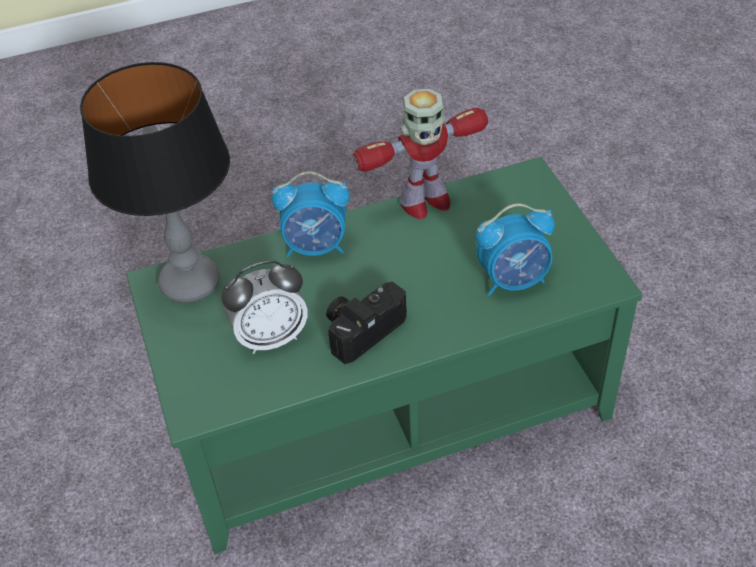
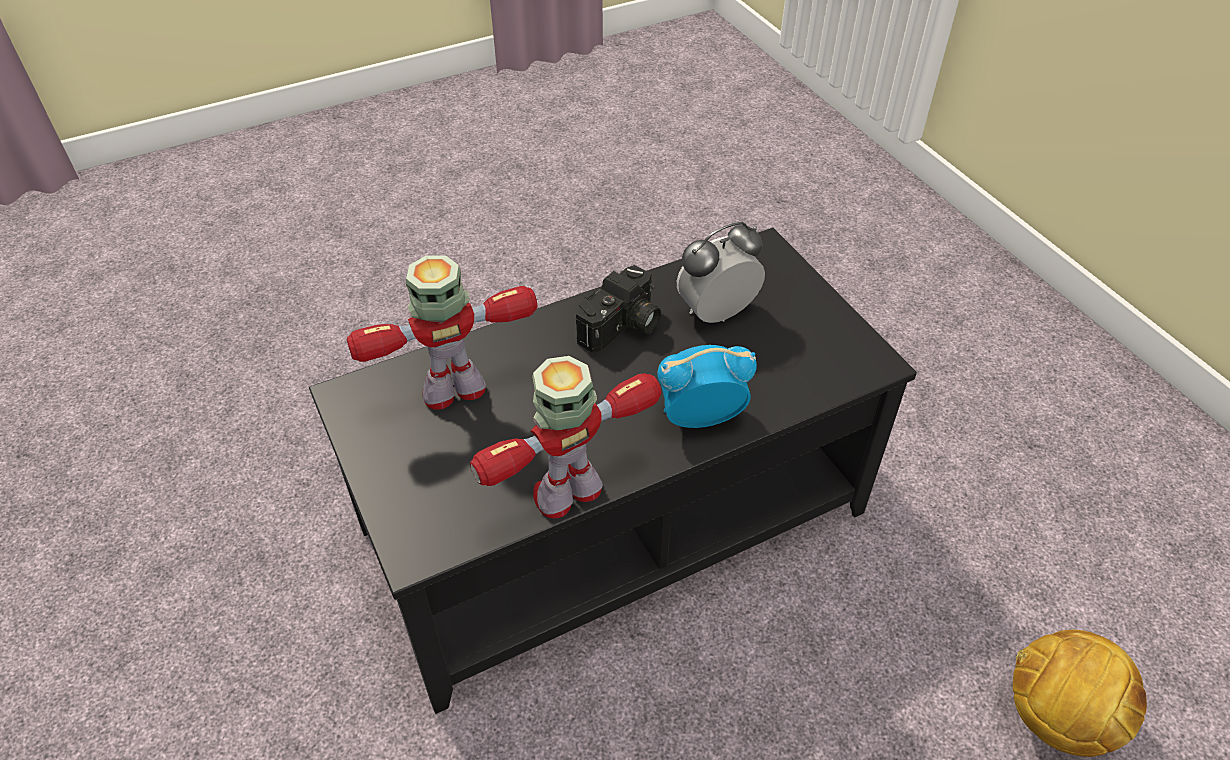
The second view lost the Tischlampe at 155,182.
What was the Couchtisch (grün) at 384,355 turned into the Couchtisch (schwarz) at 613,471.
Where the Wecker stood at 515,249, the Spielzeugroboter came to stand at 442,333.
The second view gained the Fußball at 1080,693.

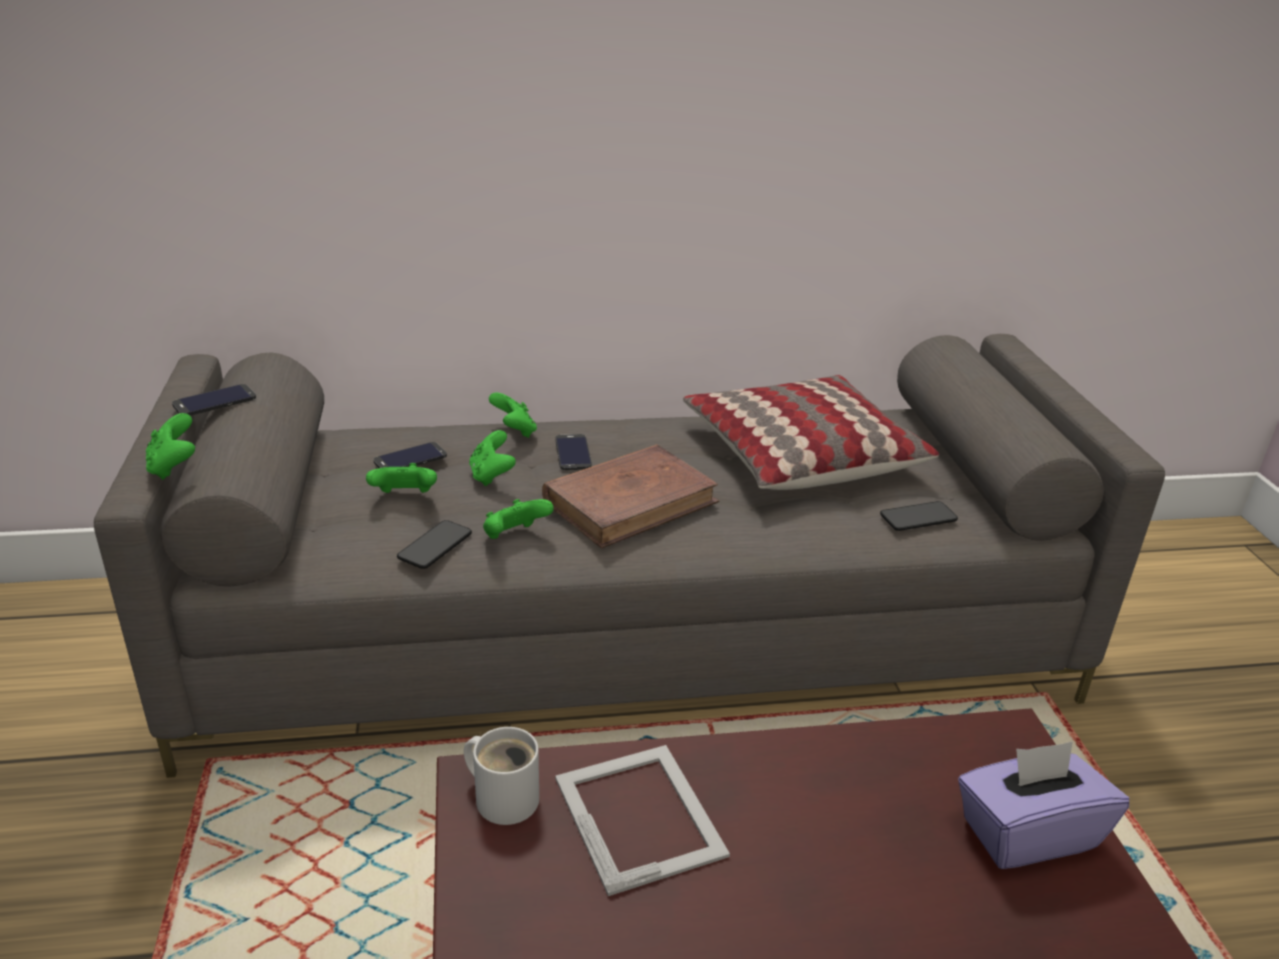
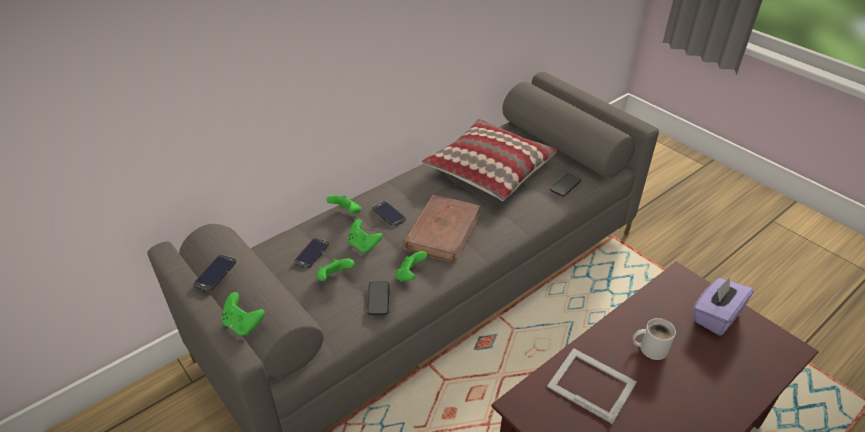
The Henkelbecher (weiß) ended up elsewhere, having gone from 501,776 to 654,339.

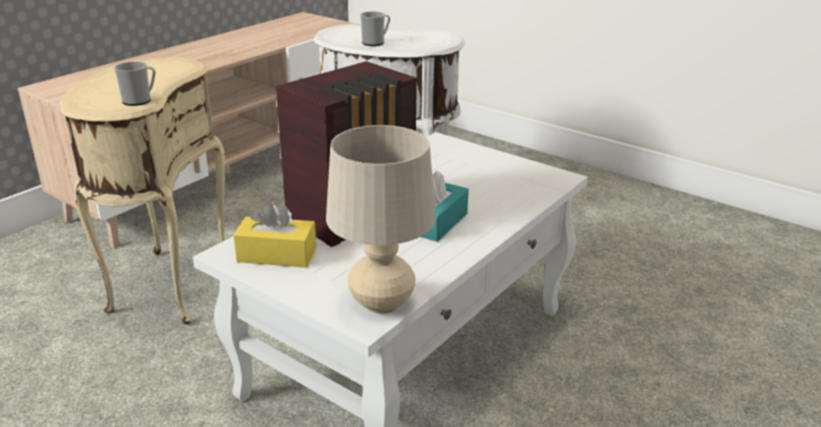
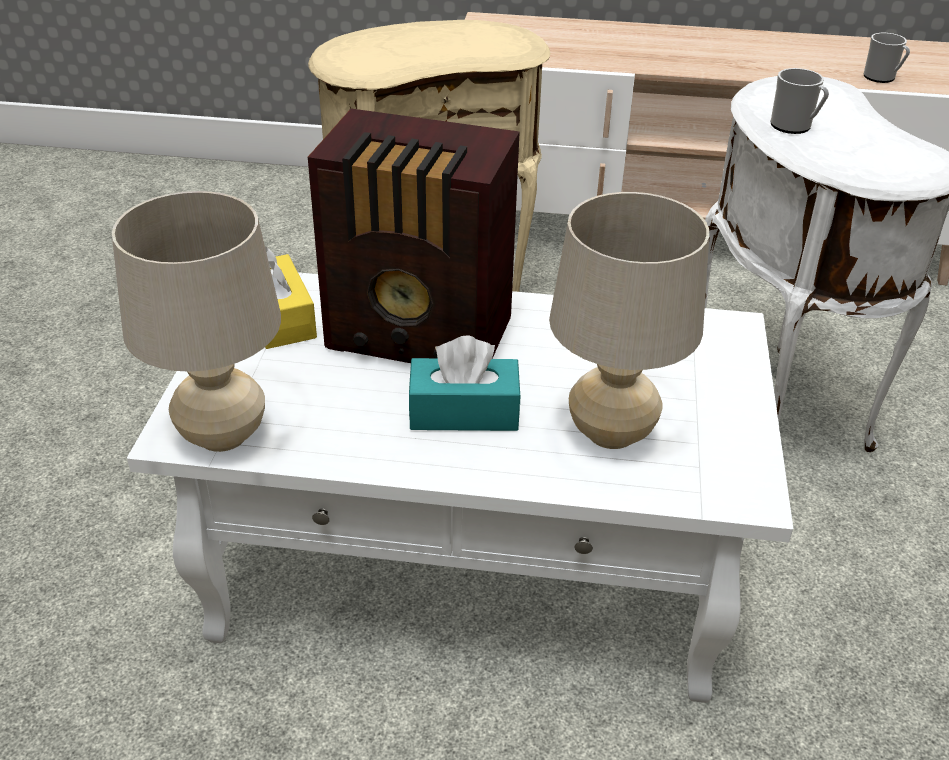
The Henkelbecher ended up elsewhere, having gone from 135,84 to 887,58.
The second view gained the Tischlampe (beige) at 629,320.

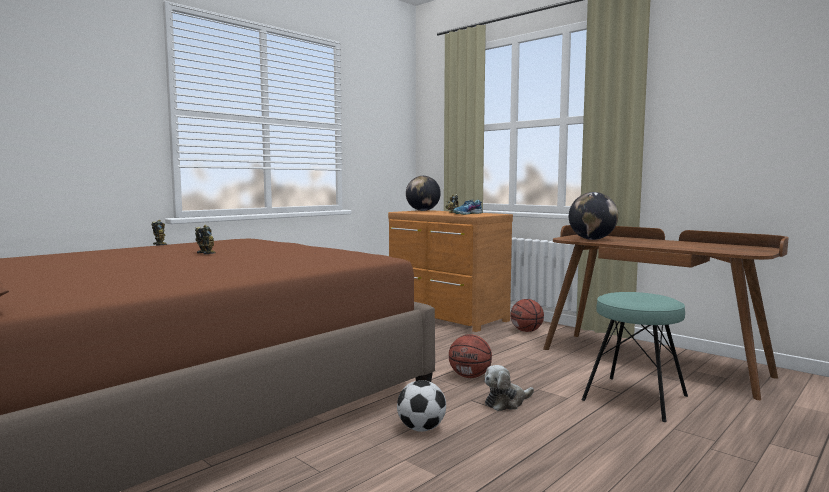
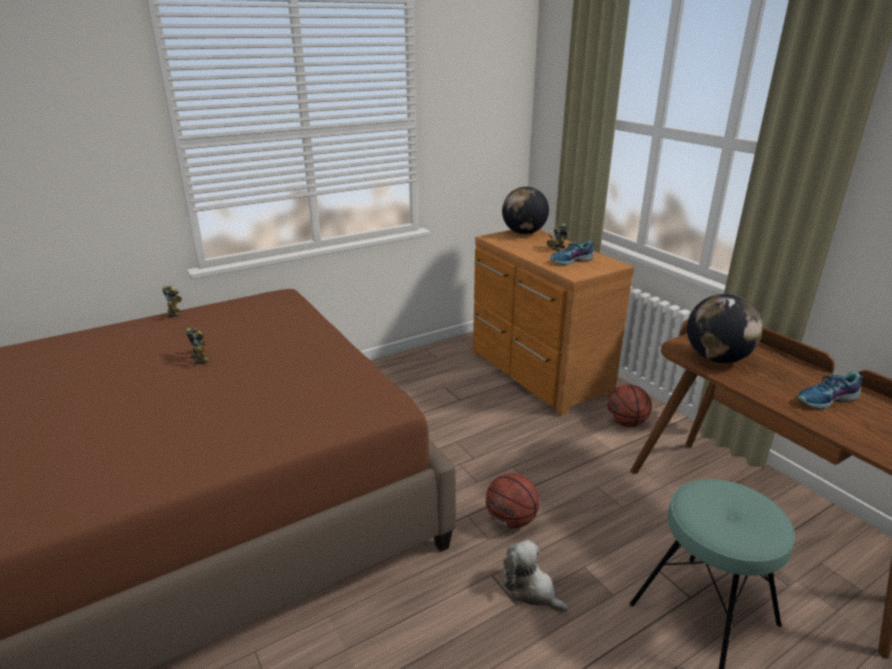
The second view lost the Fußball at 421,406.
The Plüschtier at 509,388 ended up facing another way, 60 degrees clockwise from before.
The second view gained the Schuh at 830,390.

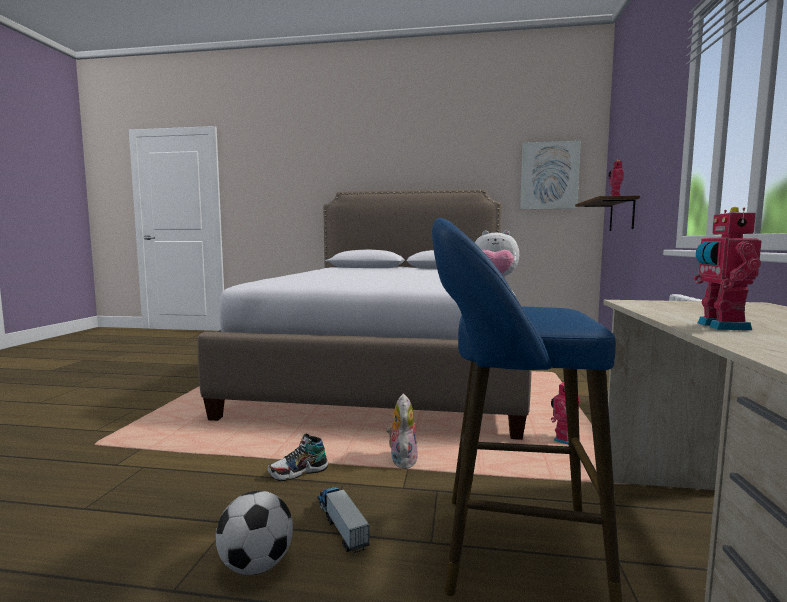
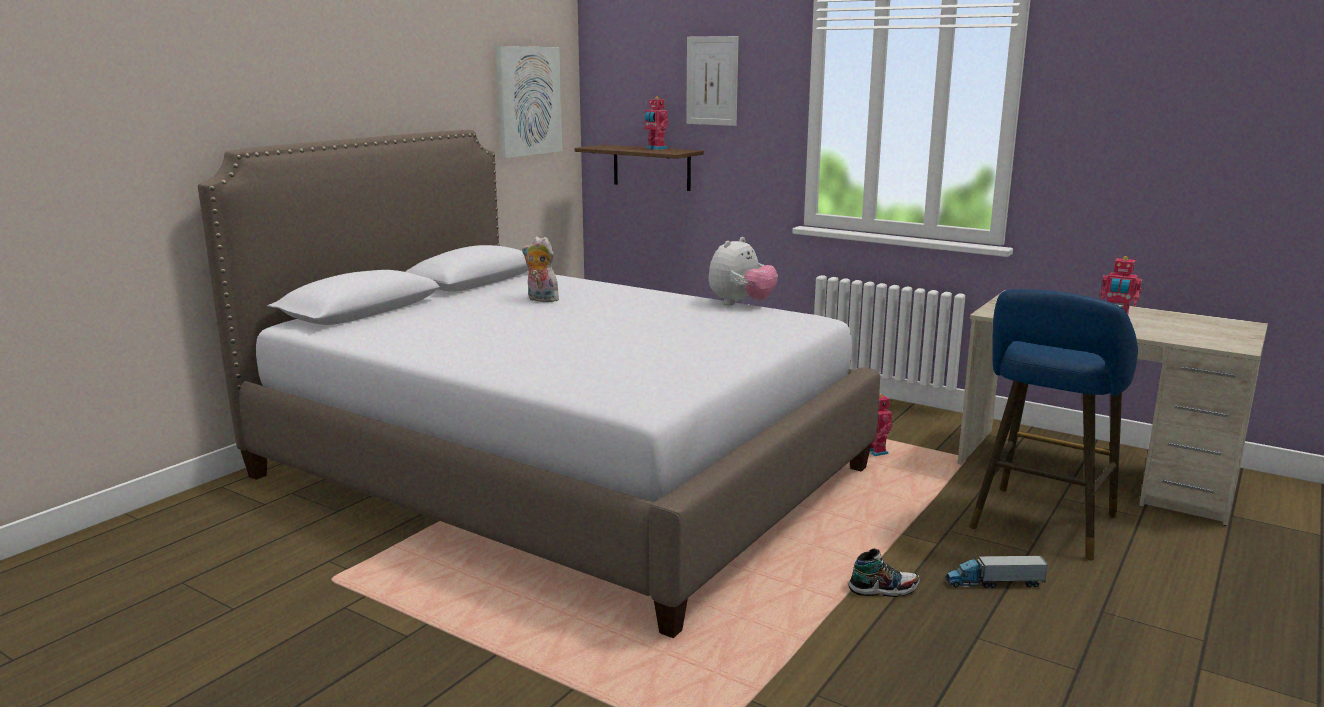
The second view lost the Fußball at 254,533.
The Schuh at 298,457 ended up facing another way, 90 degrees counterclockwise from before.
The Plüschtier ended up elsewhere, having gone from 402,431 to 541,269.
The second view gained the Bild at 712,81.

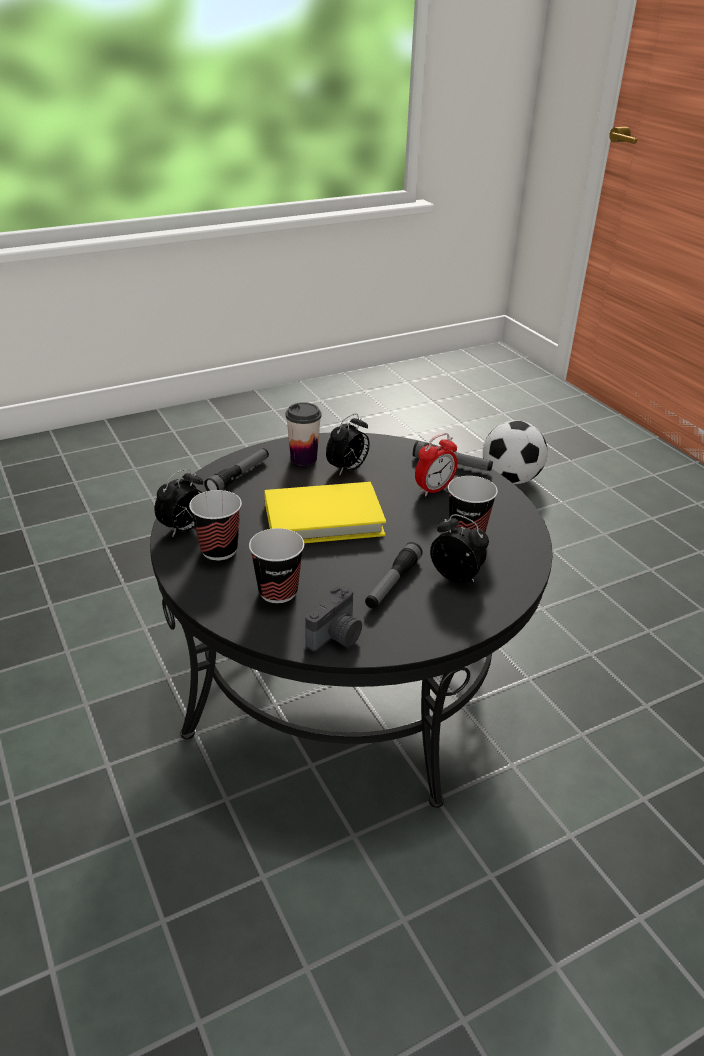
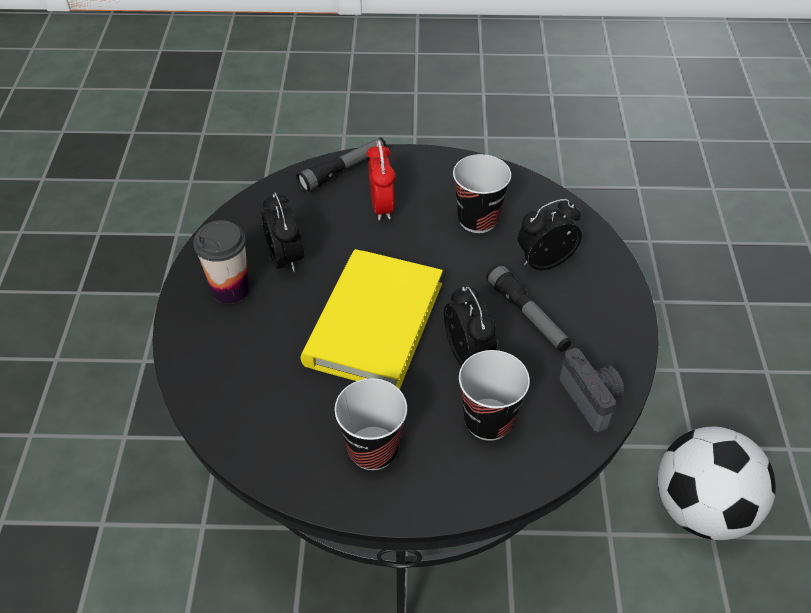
The Wecker ended up elsewhere, having gone from 178,502 to 470,326.
The second view lost the Taschenlampe at 236,469.
The Fußball ended up elsewhere, having gone from 515,452 to 717,483.

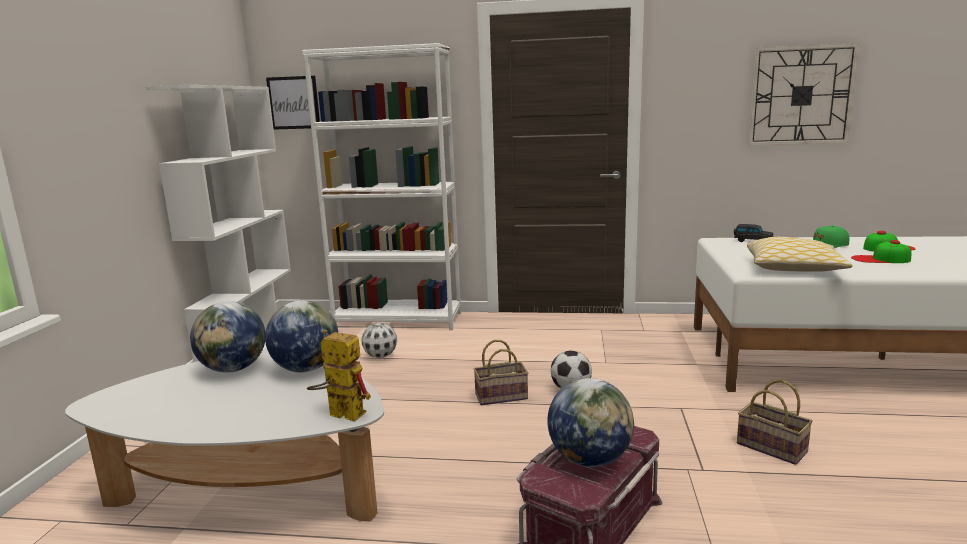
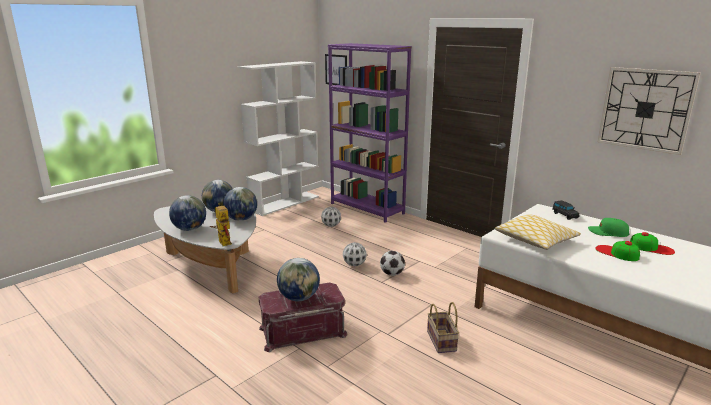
What was the Bücherregal (weiß) at 381,186 turned into the Bücherregal (lila) at 370,133.
Where the Korb stood at 501,372, the Fußball came to stand at 355,254.
The second view gained the Globus at 187,213.

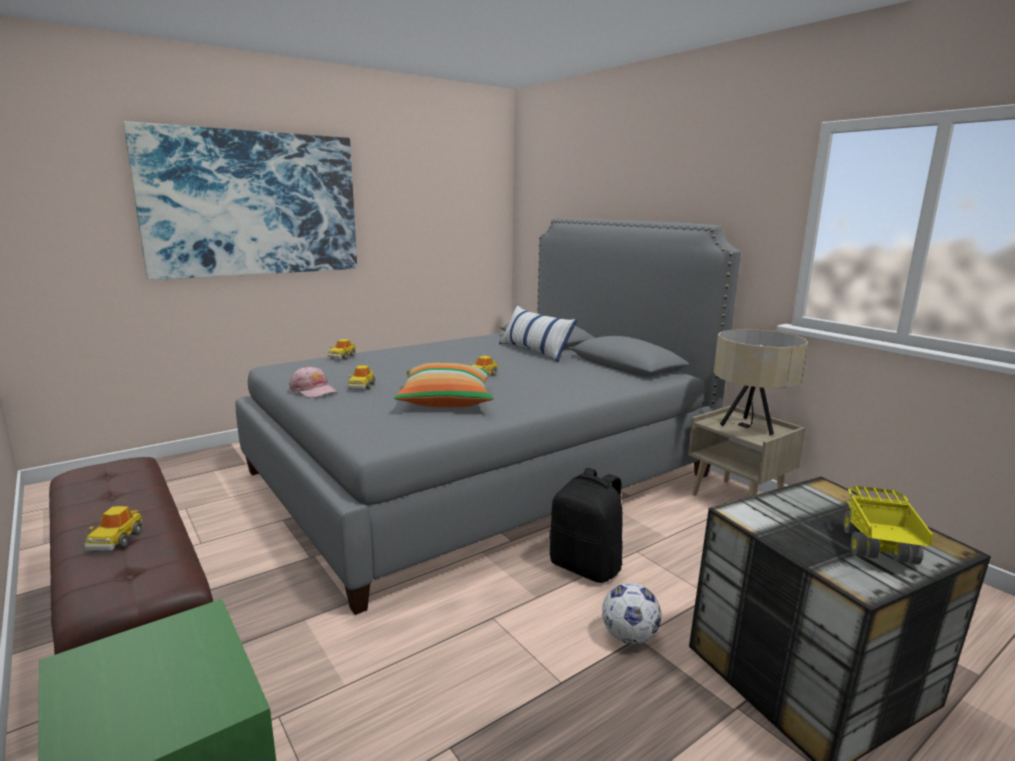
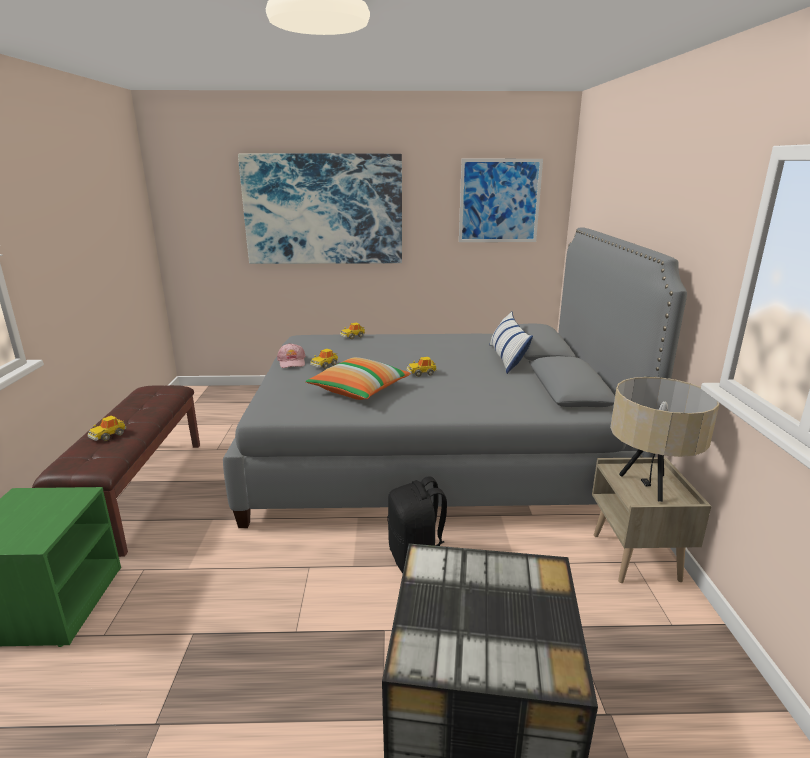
The second view lost the Fußball at 631,614.
The second view lost the Spielzeuglaster at 888,525.
The second view gained the Bild at 501,200.

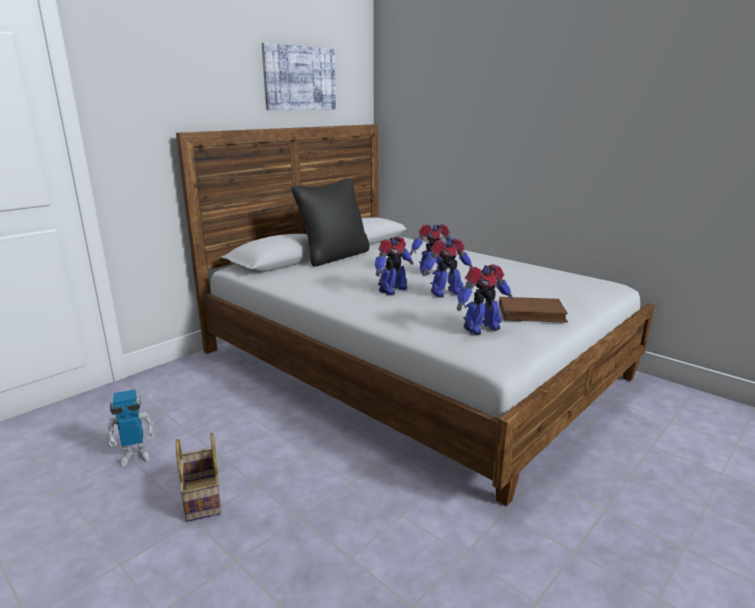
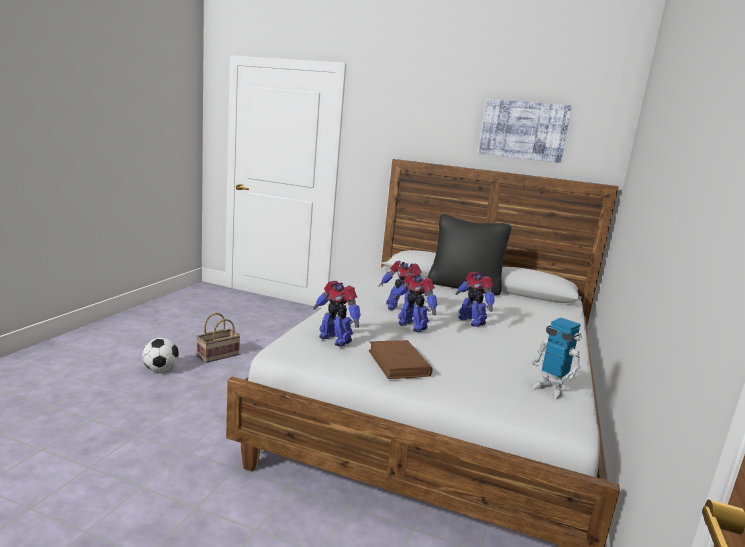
The Spielzeugroboter ended up elsewhere, having gone from 131,428 to 557,358.
The second view gained the Fußball at 160,355.

